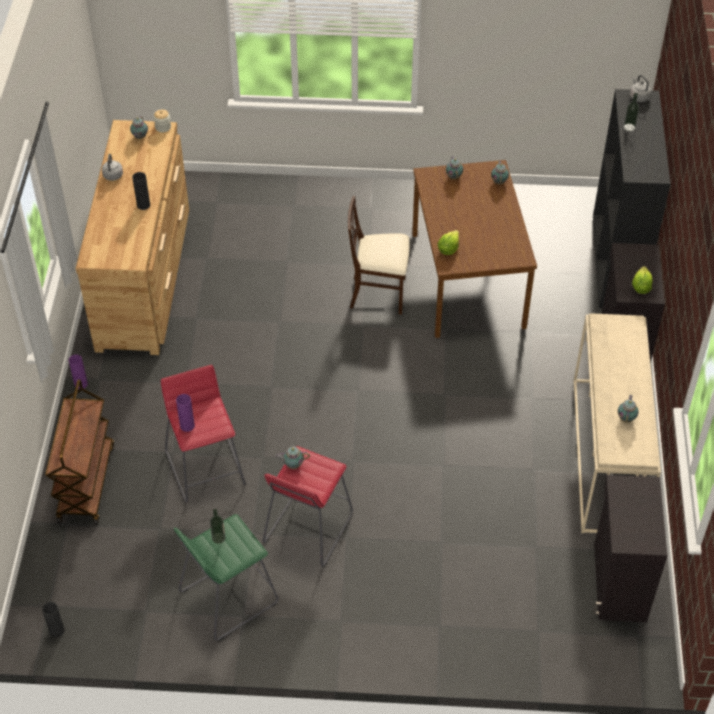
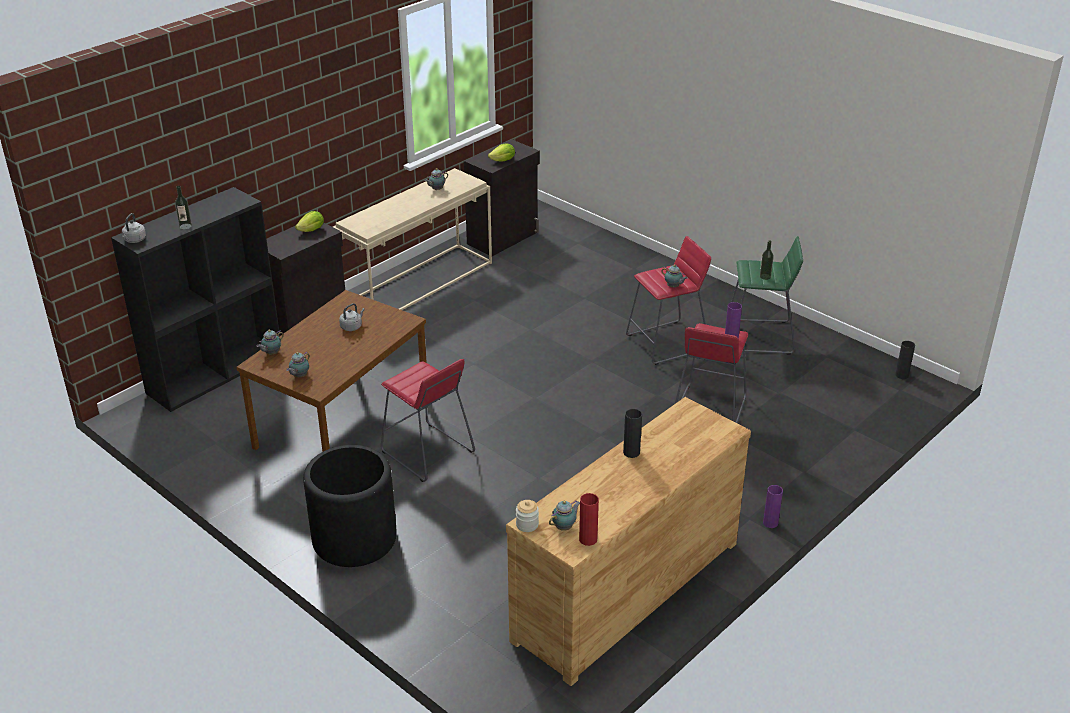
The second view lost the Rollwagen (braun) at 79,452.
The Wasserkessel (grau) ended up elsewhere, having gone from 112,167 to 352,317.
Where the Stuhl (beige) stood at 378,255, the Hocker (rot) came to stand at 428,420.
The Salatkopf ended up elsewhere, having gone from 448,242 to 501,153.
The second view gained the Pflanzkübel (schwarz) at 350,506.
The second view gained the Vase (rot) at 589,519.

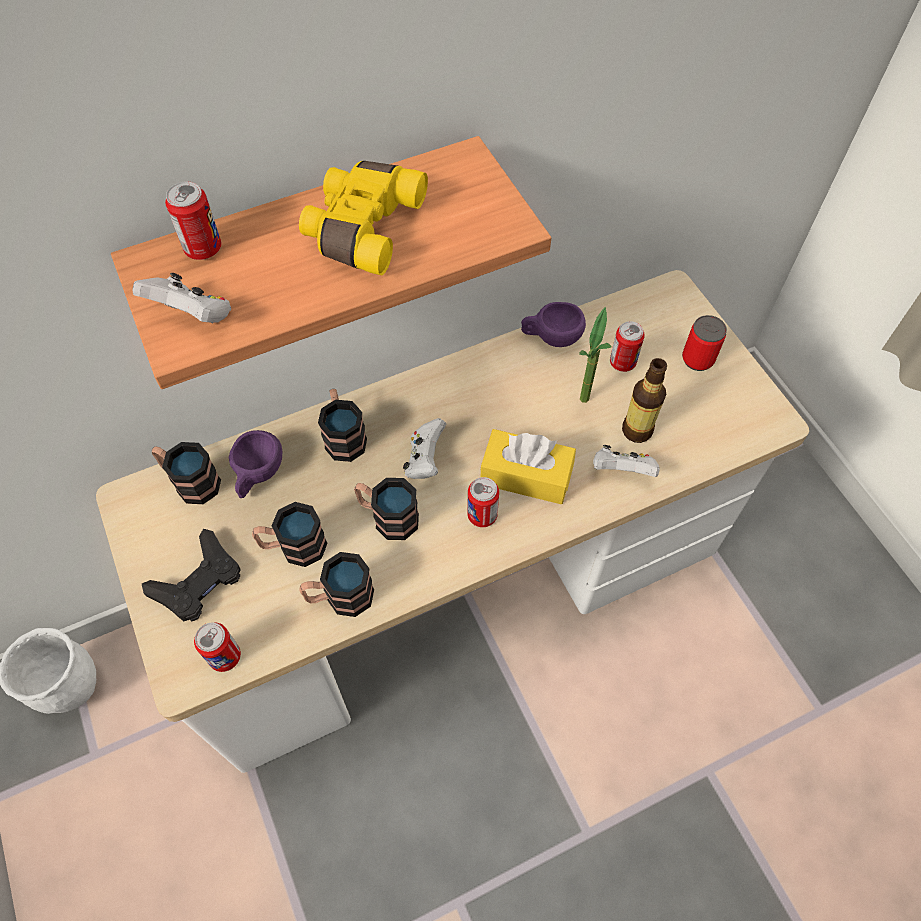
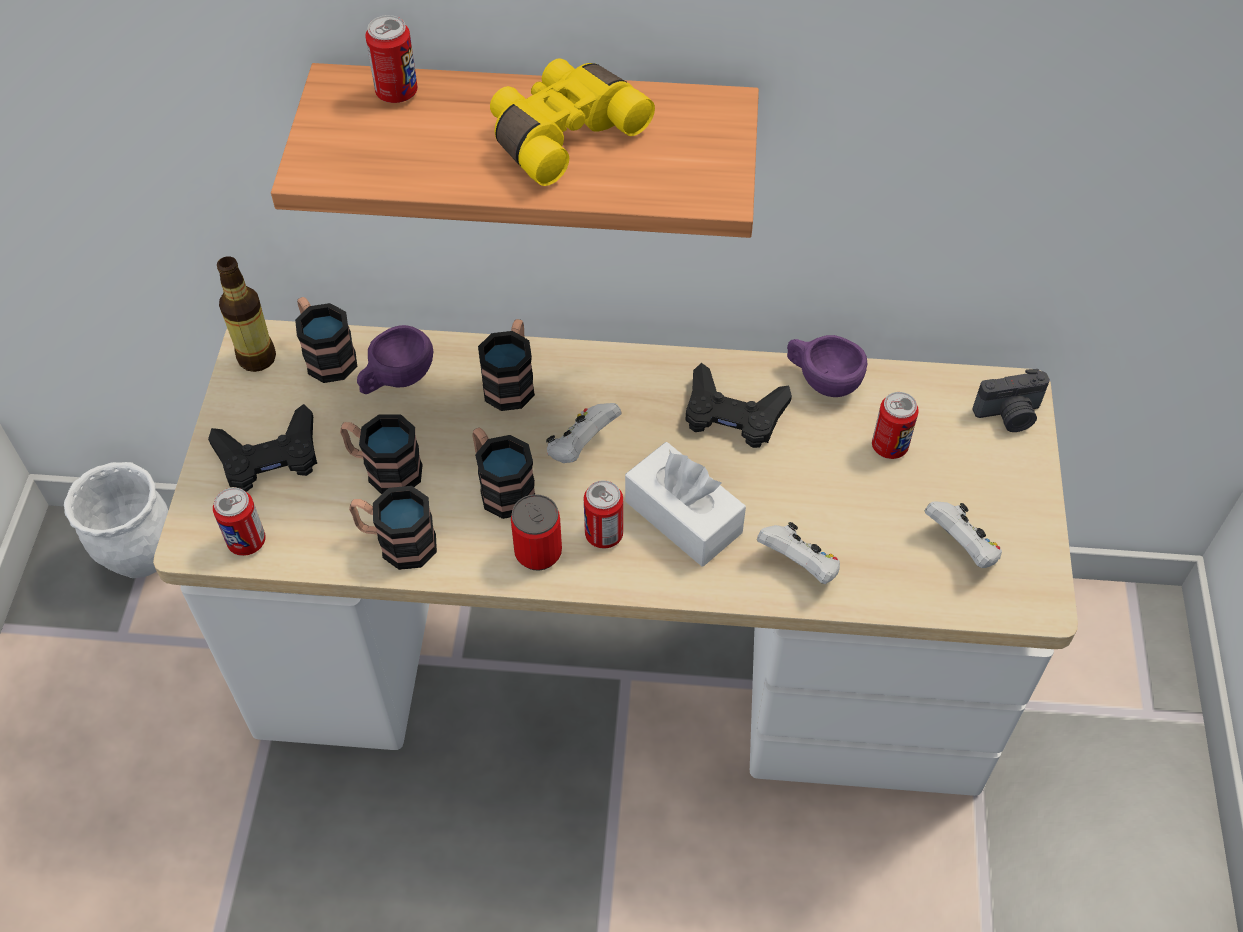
The Gamepad (weiß) ended up elsewhere, having gone from 182,298 to 963,535.
What was the Taschentuchbox (gelb) at 528,467 turned into the Taschentuchbox (weiß) at 685,504.
The second view lost the Topfpflanze at 595,355.
The Flasche ended up elsewhere, having gone from 644,400 to 246,314.
The Dose ended up elsewhere, having gone from 704,343 to 536,532.
The second view gained the Gamepad (schwarz) at 738,405.
The second view gained the Kamera at 1011,400.

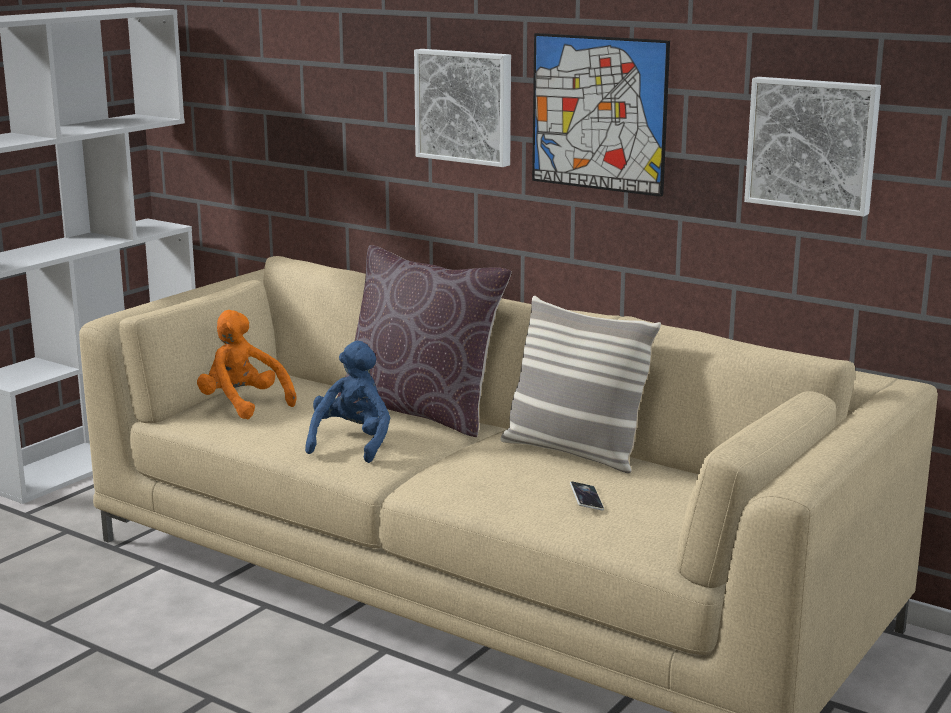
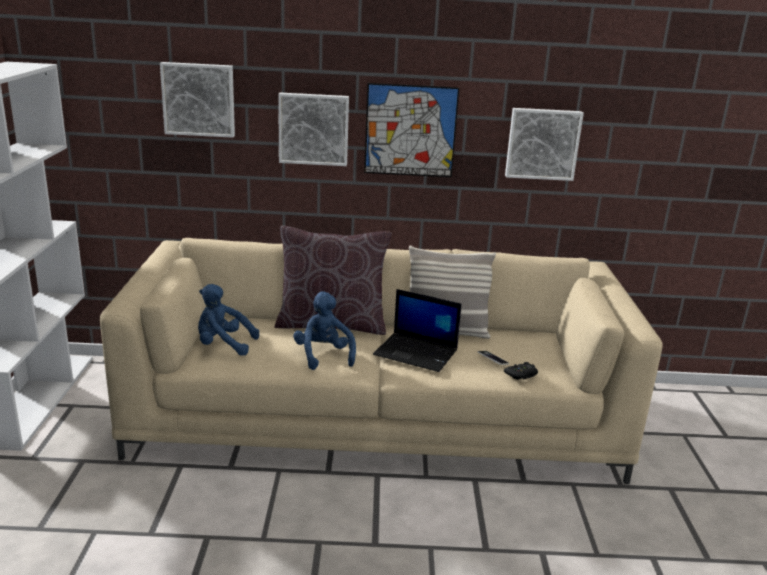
What was the Plüschtier (orange) at 246,364 turned into the Plüschtier (blau) at 228,320.
The second view gained the Bild at 197,100.
The second view gained the Laptop at 417,330.
The second view gained the Gamepad (schwarz) at 521,371.

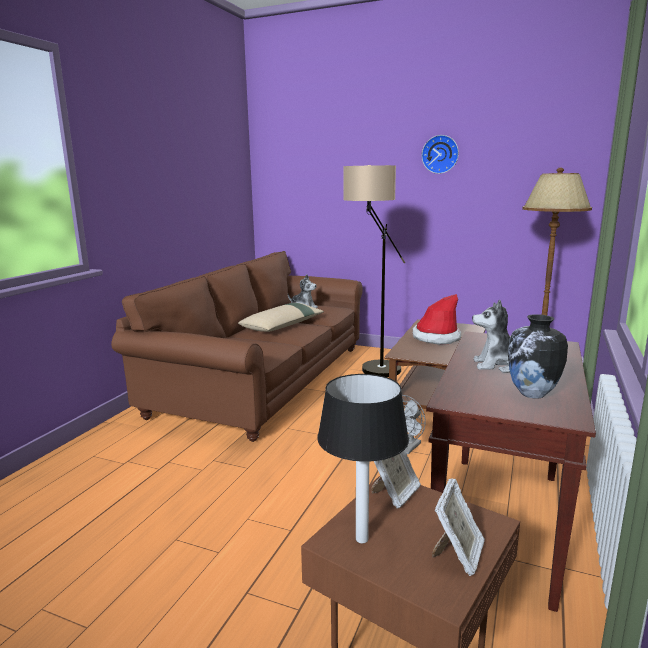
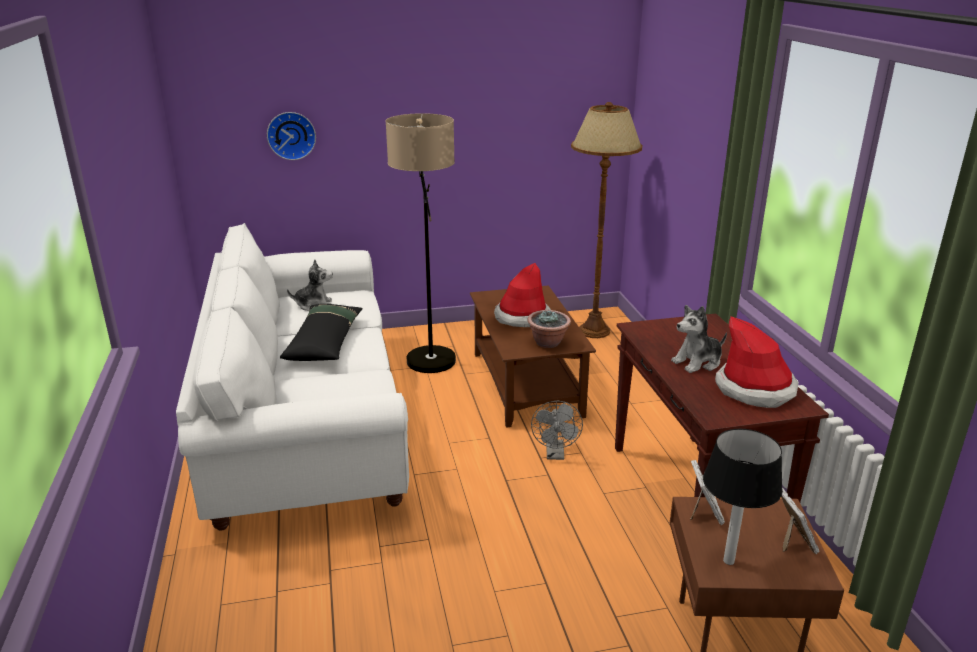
What was the Sofa (braun) at 237,346 turned into the Sofa (weiß) at 292,377.
What was the Kissen (beige) at 281,317 turned into the Kissen (schwarz) at 321,332.
The Wanduhr ended up elsewhere, having gone from 440,154 to 291,136.
Where the Vase stood at 538,356, the Hut came to stand at 756,362.
The second view gained the Topfpflanze at 549,329.

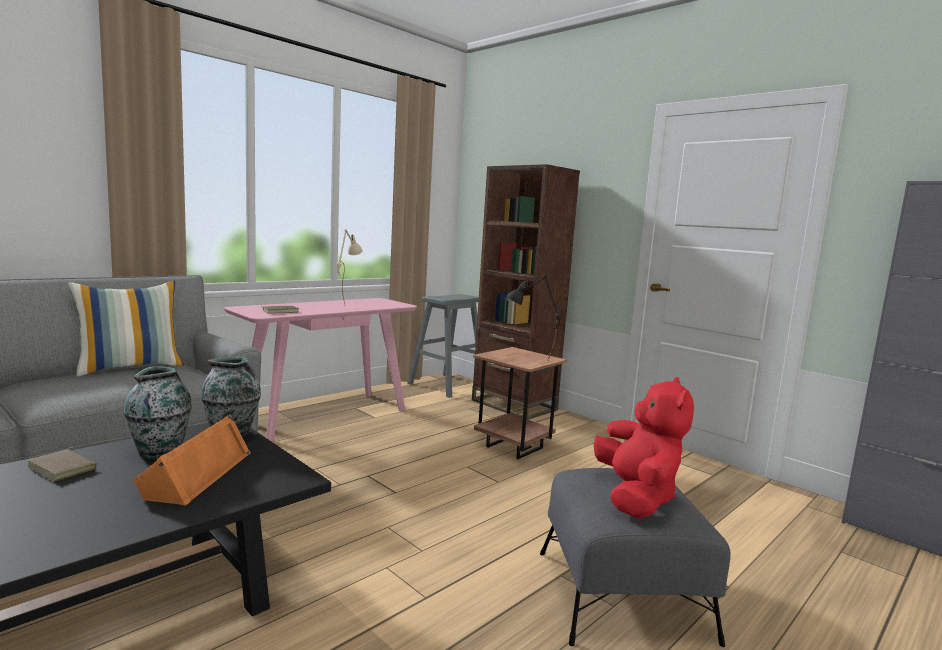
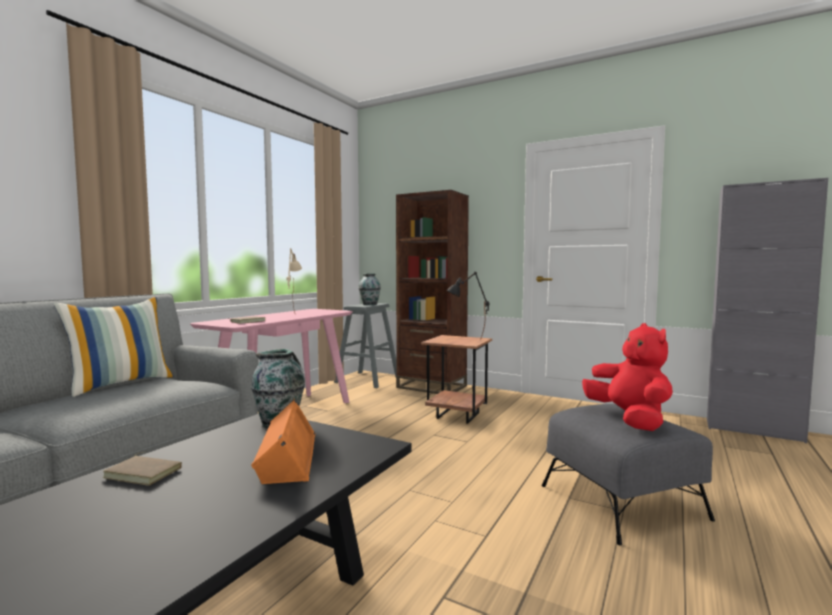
The Vase ended up elsewhere, having gone from 158,413 to 369,289.

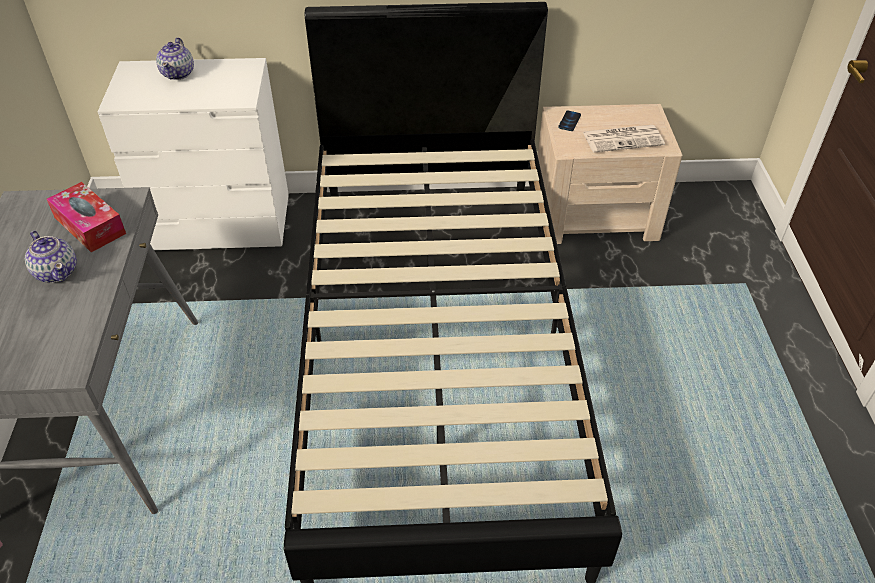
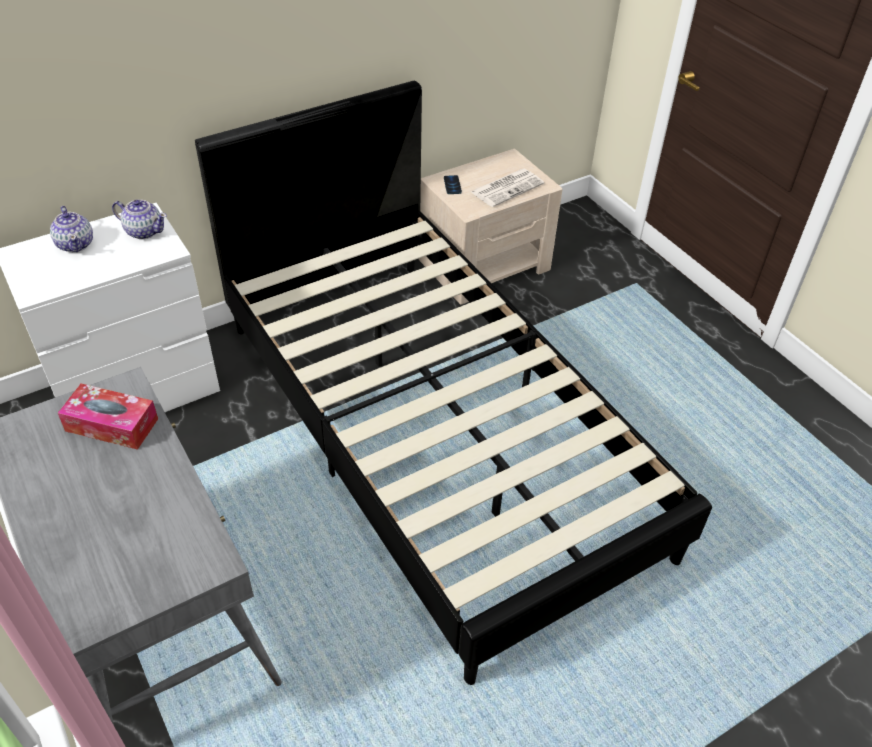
The Teekanne ended up elsewhere, having gone from 51,257 to 139,219.

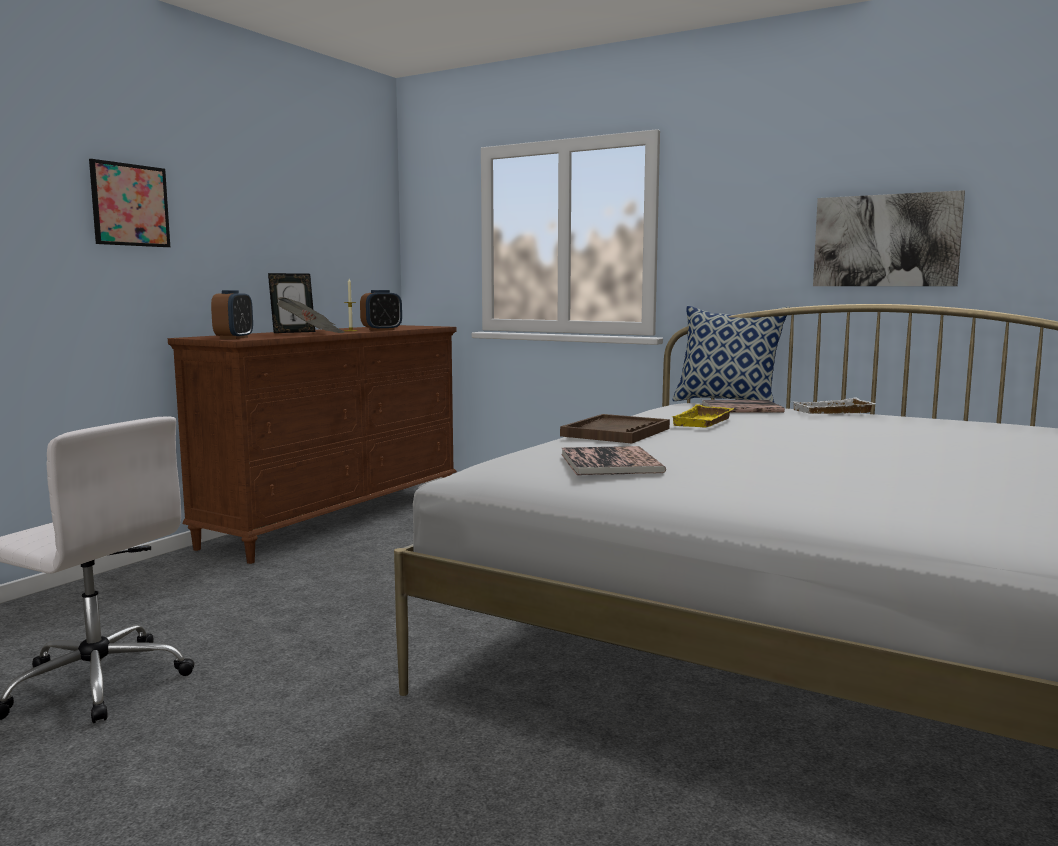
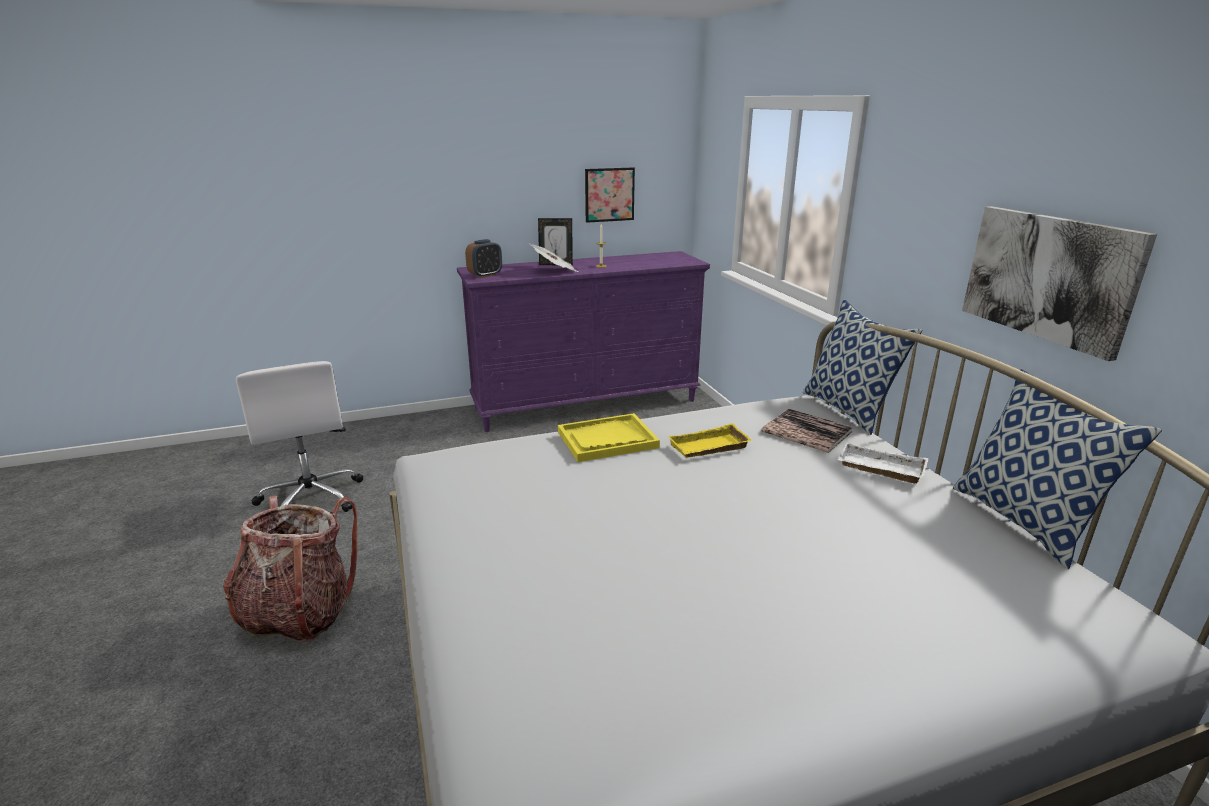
The Bild ended up elsewhere, having gone from 129,203 to 610,195.
What was the Kommode (braun) at 312,444 turned into the Kommode (lila) at 583,341.
The second view lost the Wecker at 381,310.
What was the Tablett (braun) at 615,429 turned into the Tablett (gelb) at 609,437.
The second view lost the Buch at 613,460.
The second view gained the Rucksack at 290,569.
The second view gained the Kissen at 1057,469.

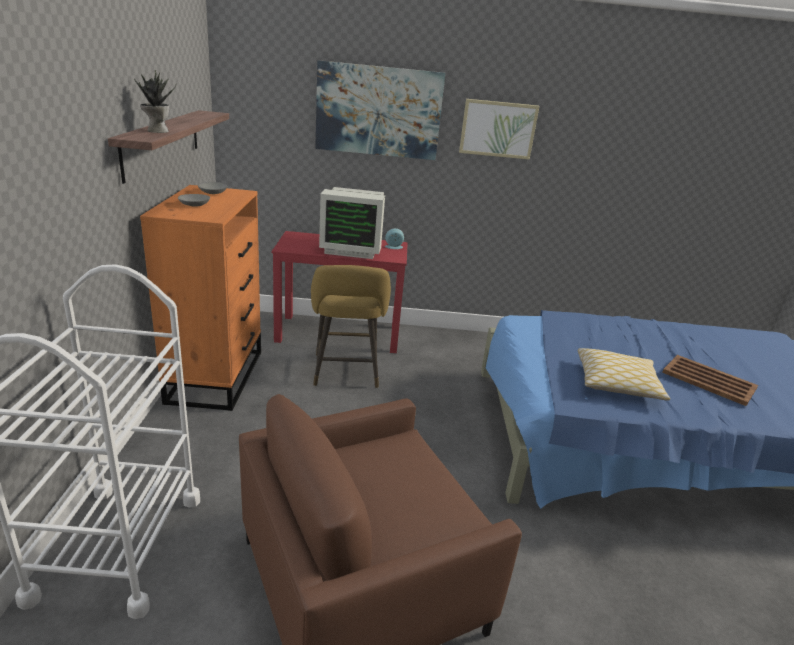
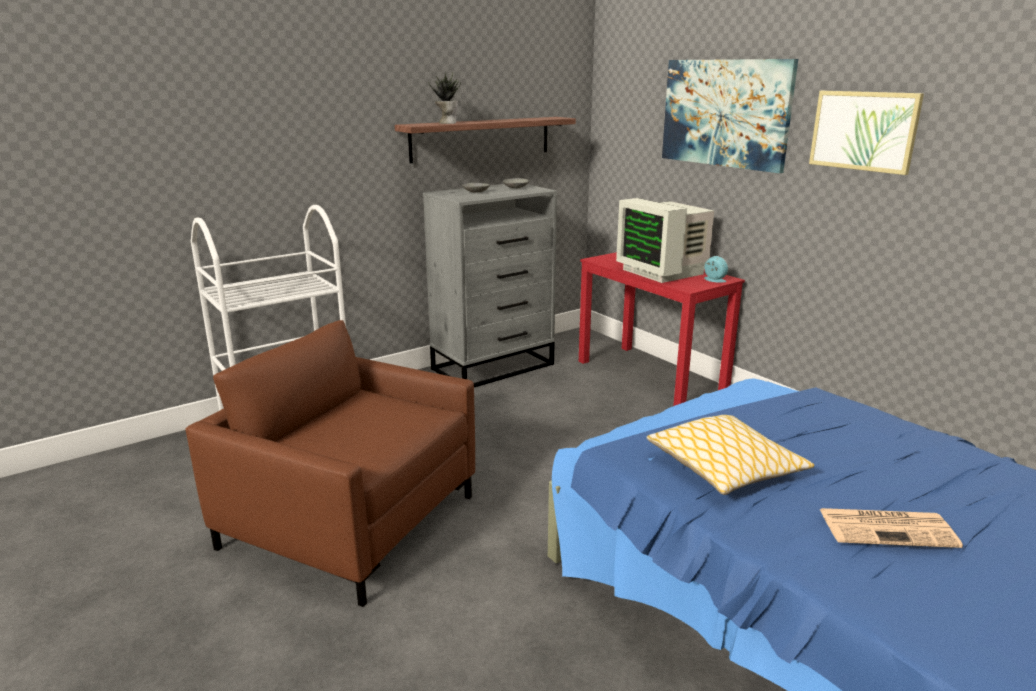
What was the Kommode (orange) at 200,298 turned into the Kommode (grau) at 490,285.
The second view lost the Hocker (gelb) at 351,326.
Where the Tablett (braun) stood at 710,380, the Zeitung came to stand at 891,528.

